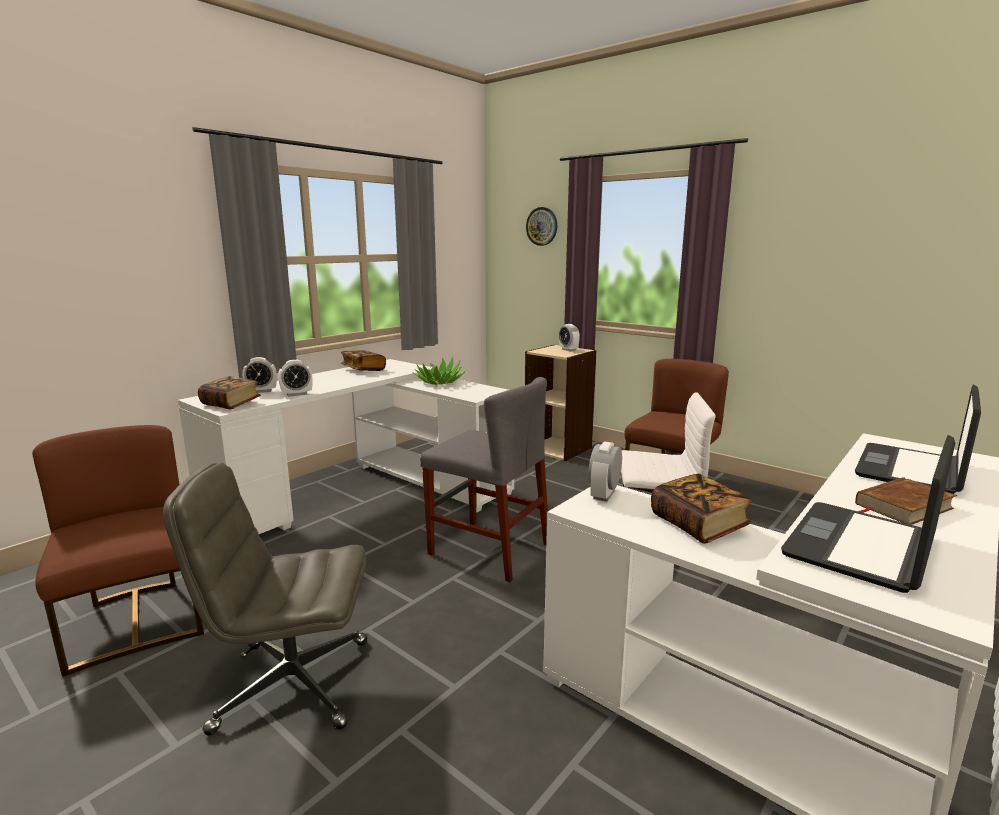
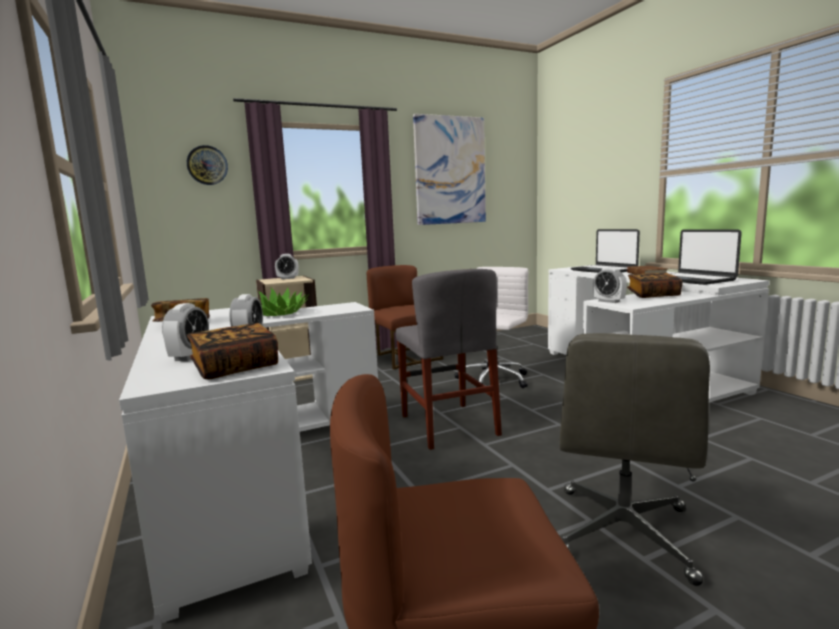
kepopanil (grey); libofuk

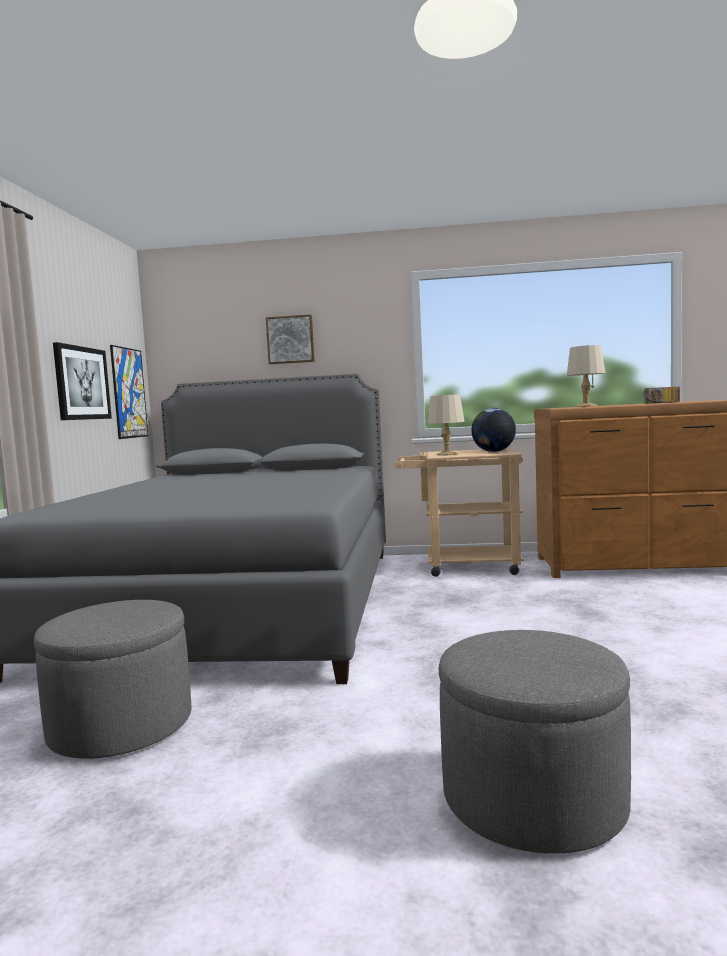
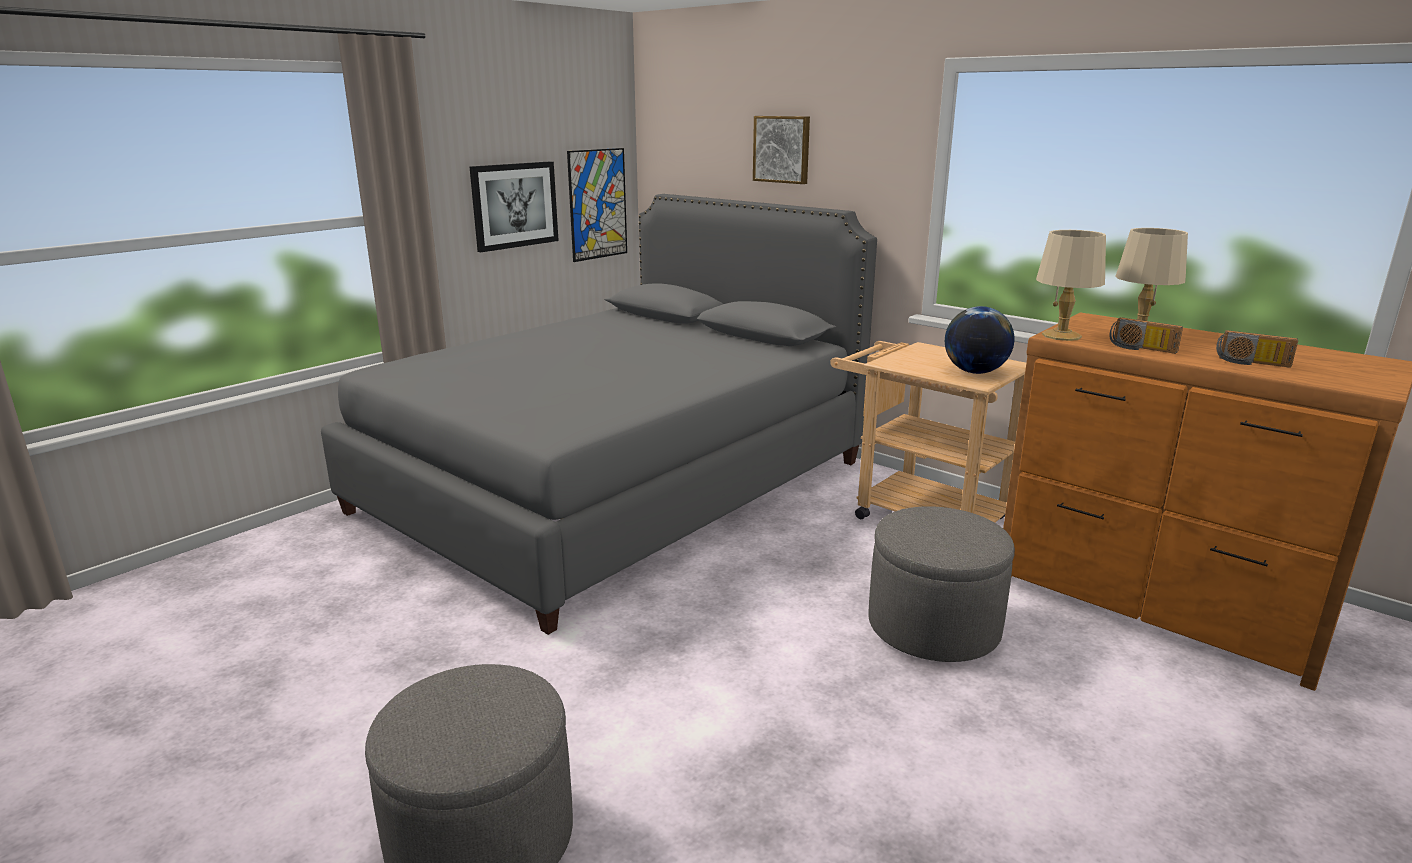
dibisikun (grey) (2nd from left); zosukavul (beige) (1st from left); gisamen (1st from left)

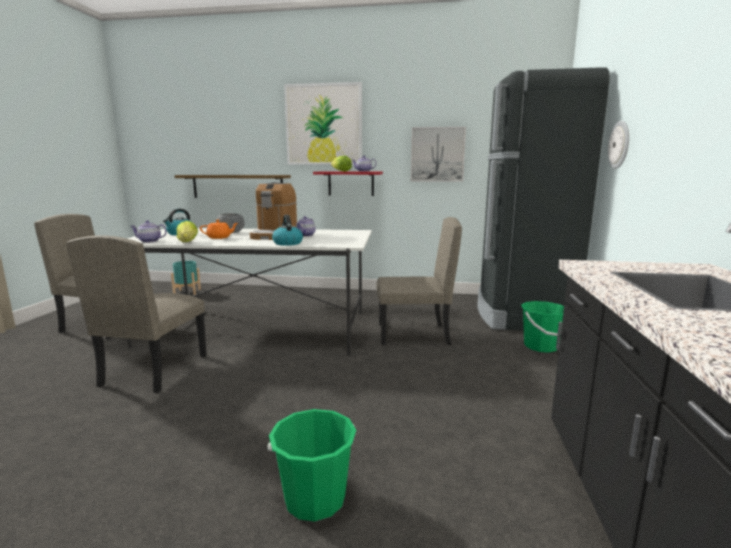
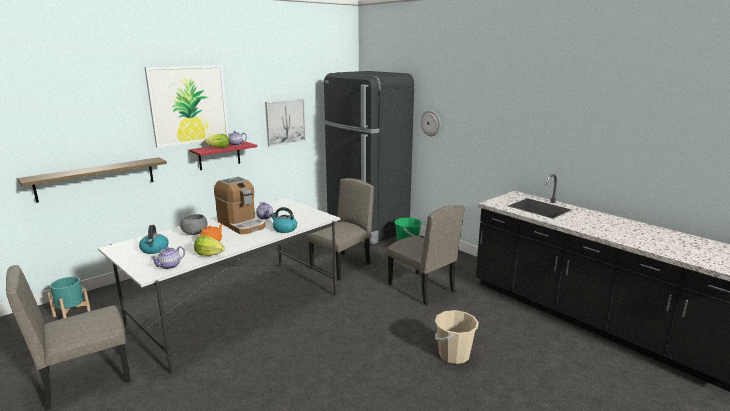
kepopanil (beige) (3rd from left); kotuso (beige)

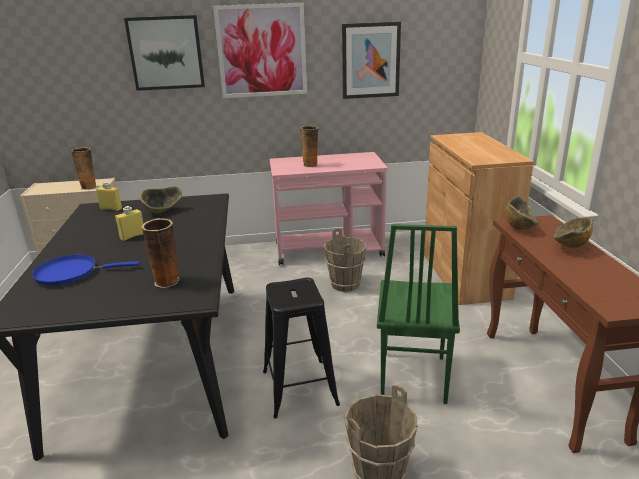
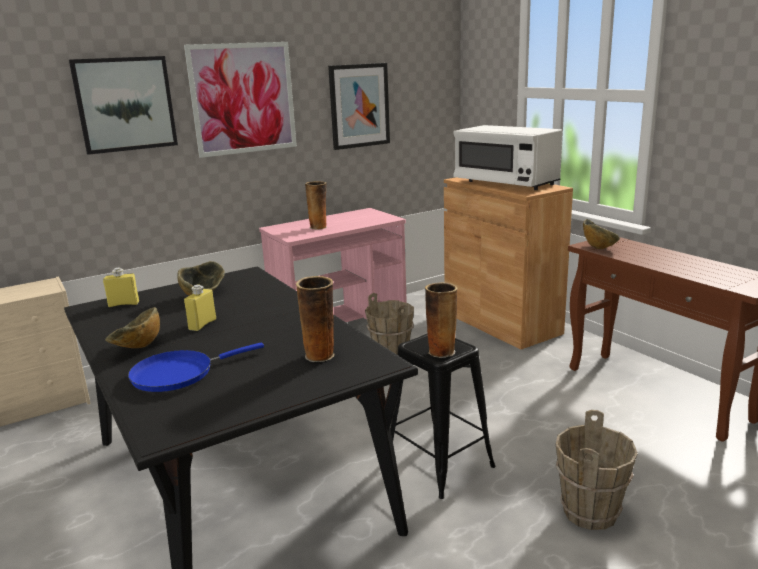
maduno (1st from left); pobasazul (3rd from left); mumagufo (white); kepopanil (green)

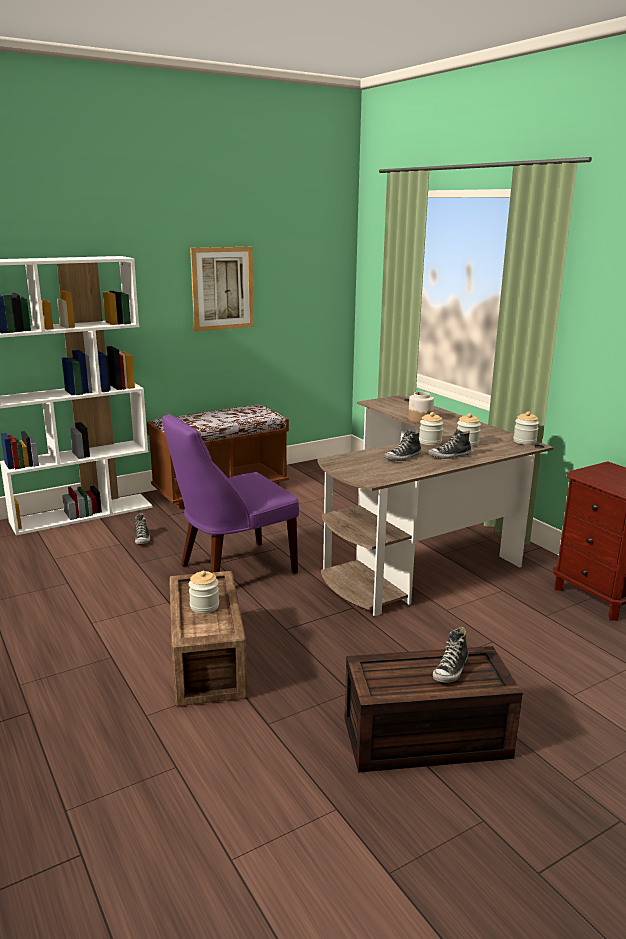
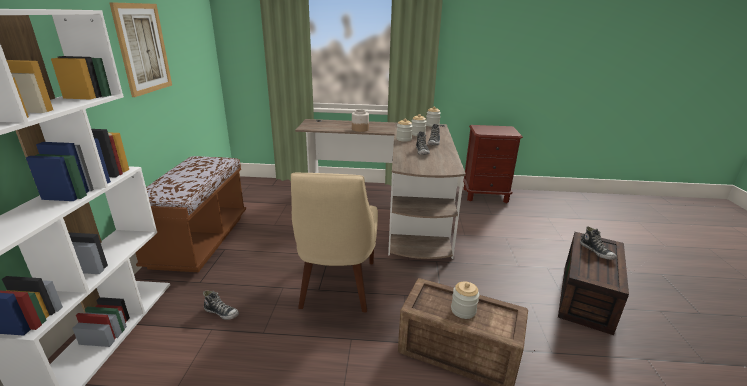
kepopanil (beige)

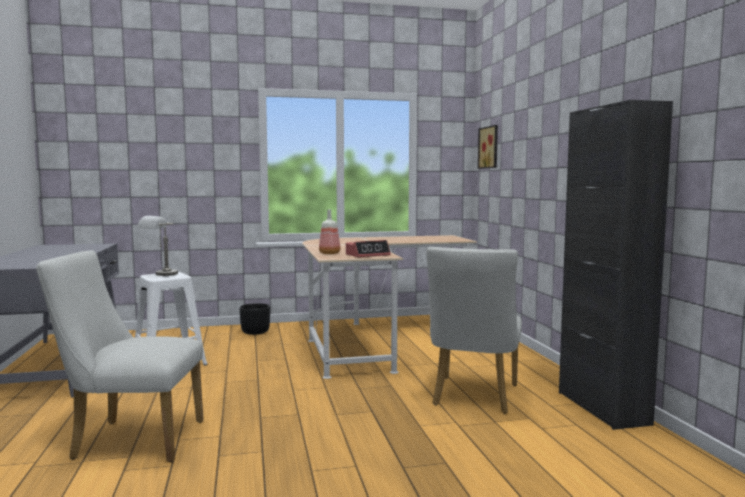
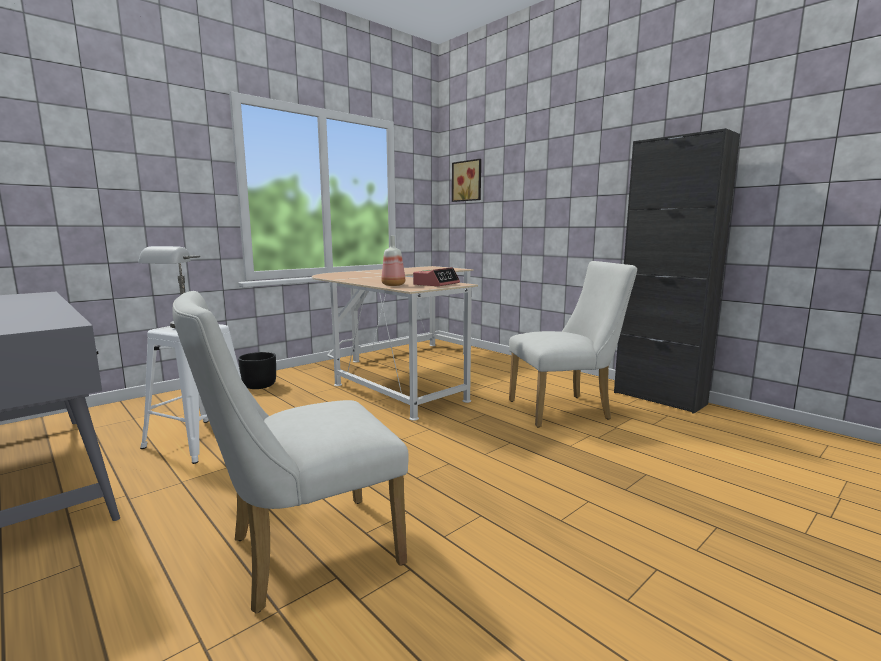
kepopanil (white) (2nd from left)

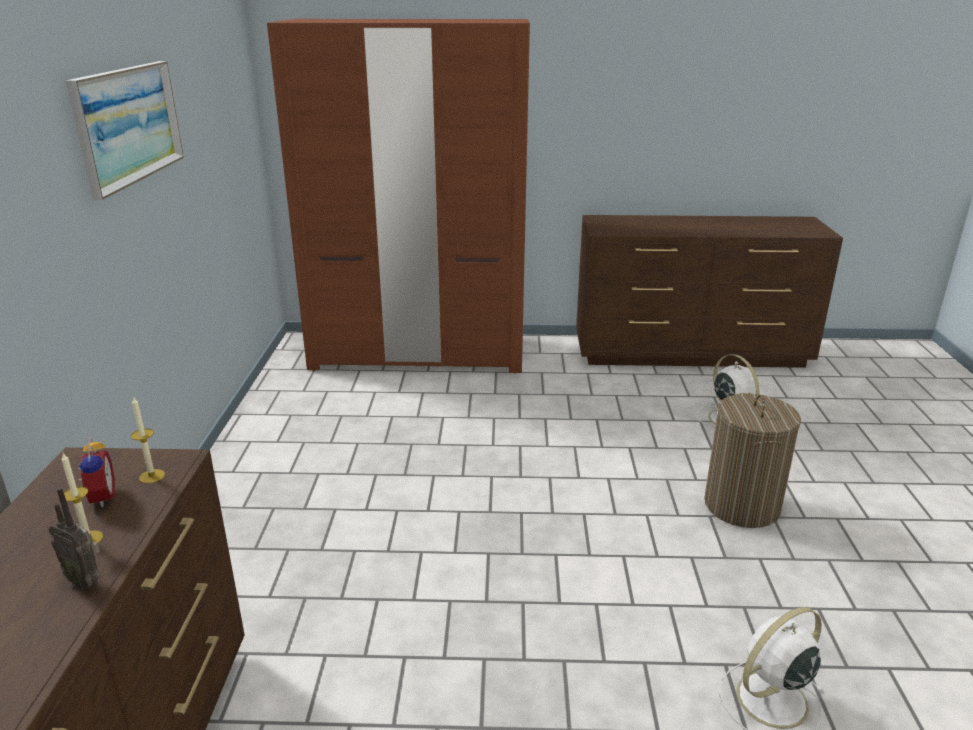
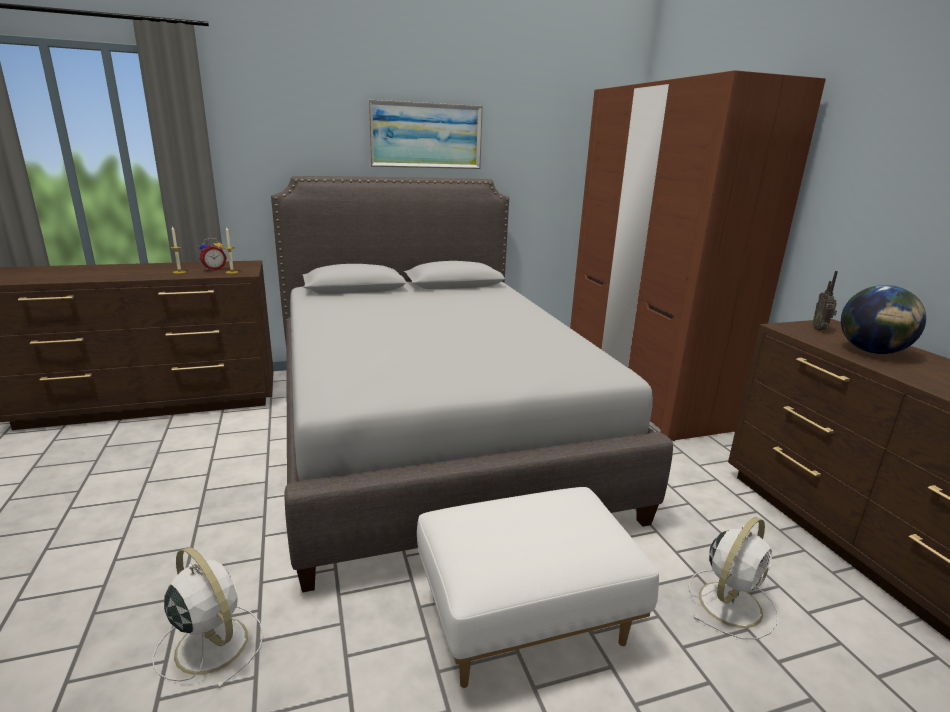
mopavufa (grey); dibisikun (white); gisamen; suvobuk

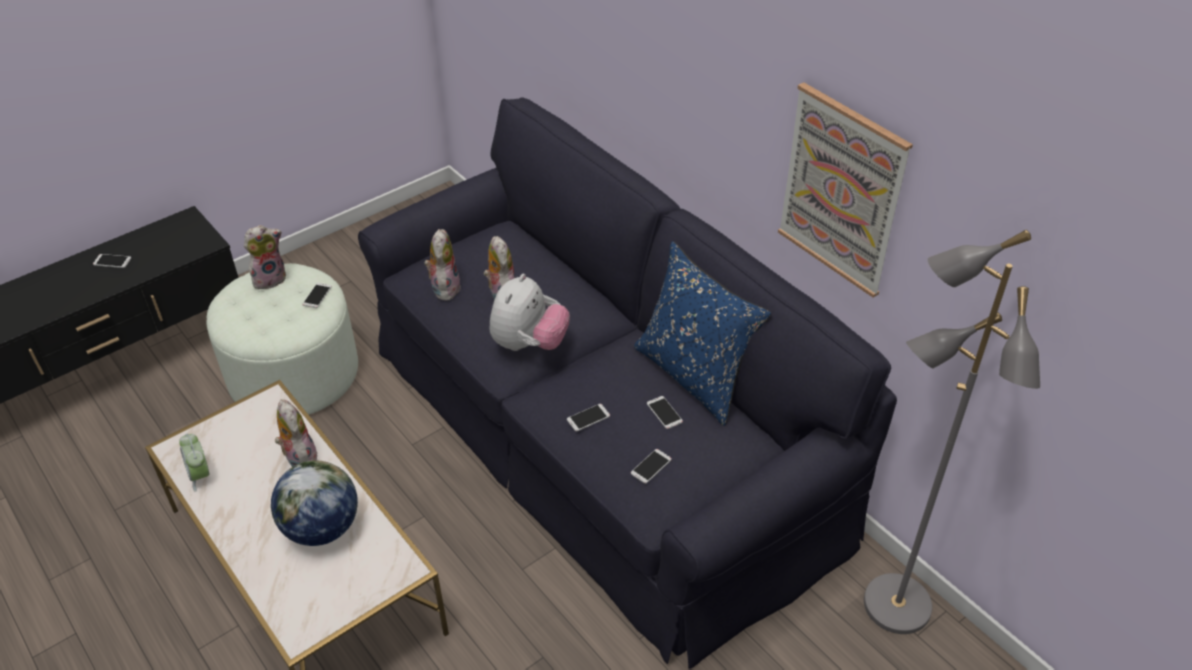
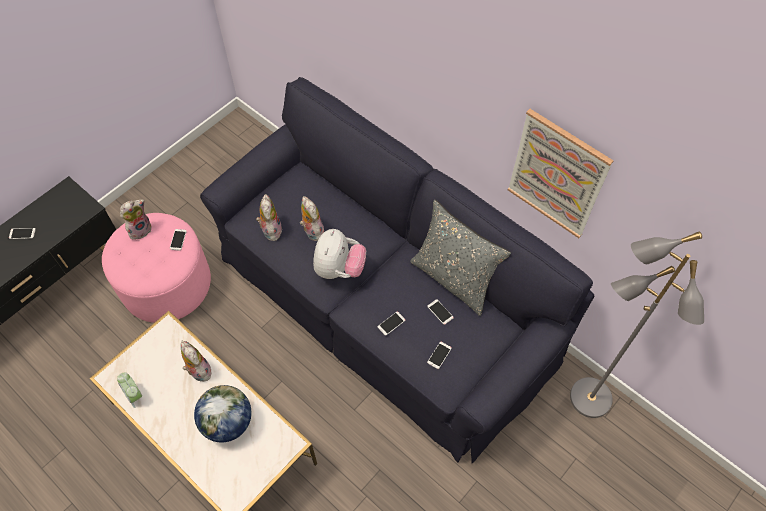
dibisikun (pink); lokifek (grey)

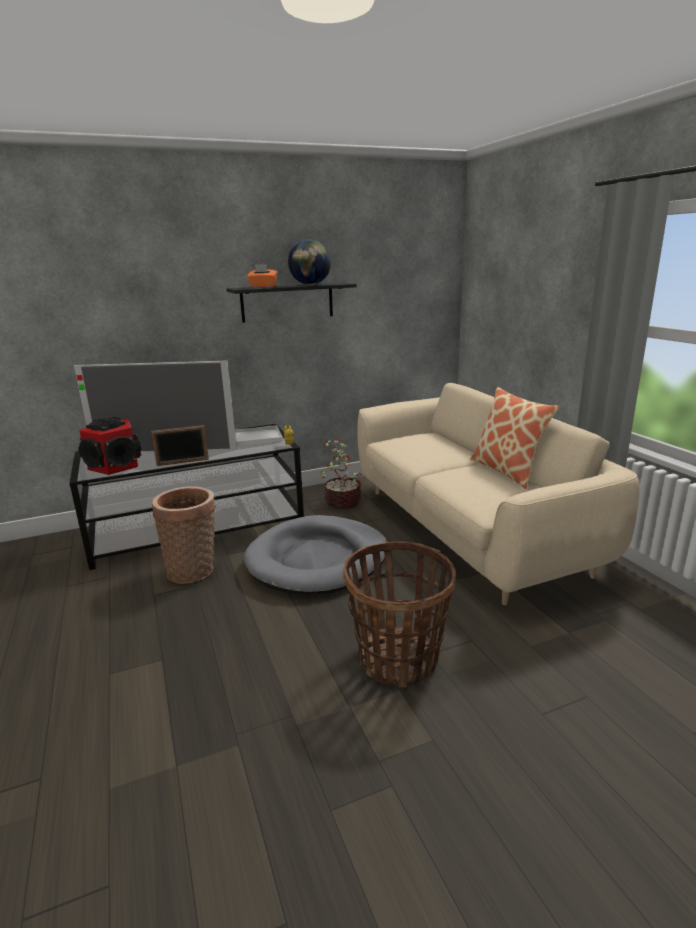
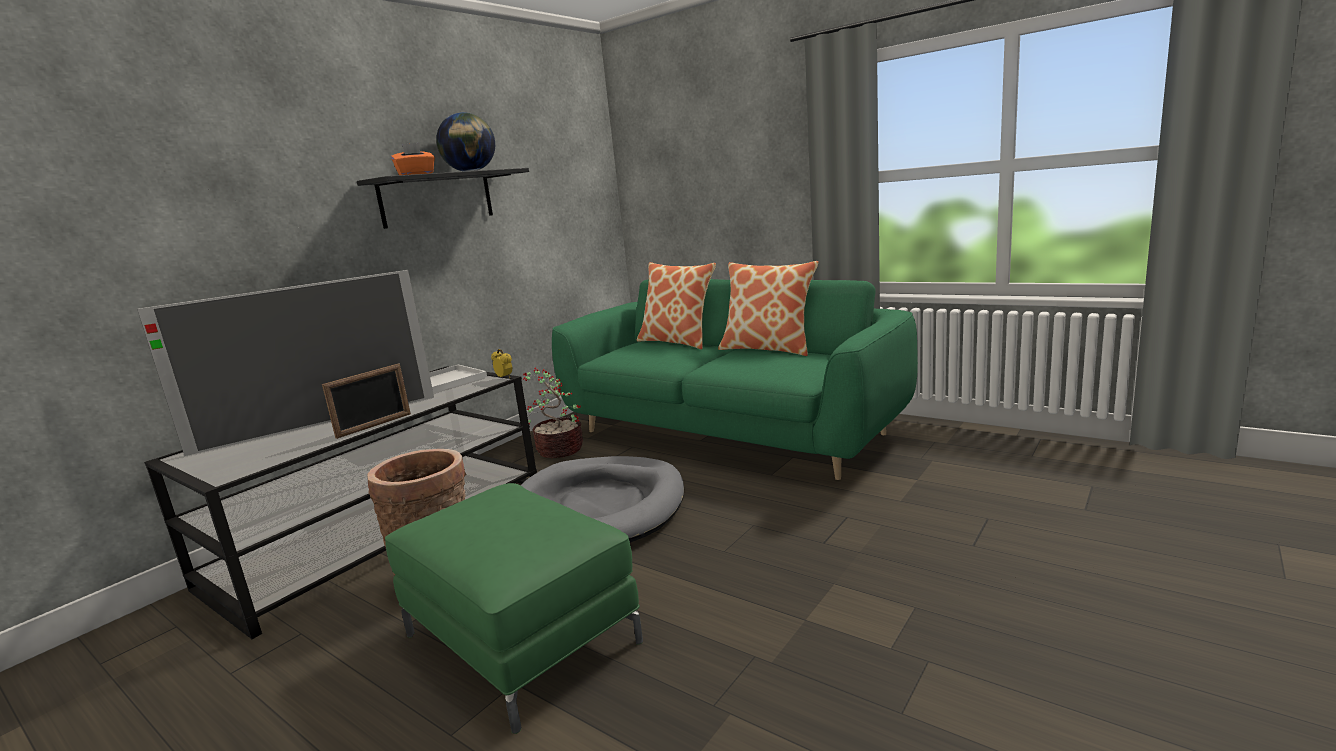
dibisikun (green); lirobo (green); lokifek (1st from left); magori; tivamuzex (2nd from left in the first image)

